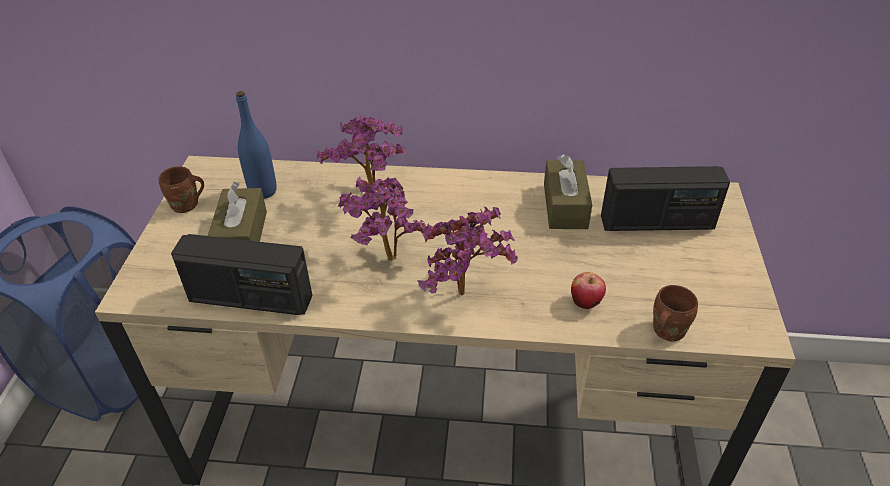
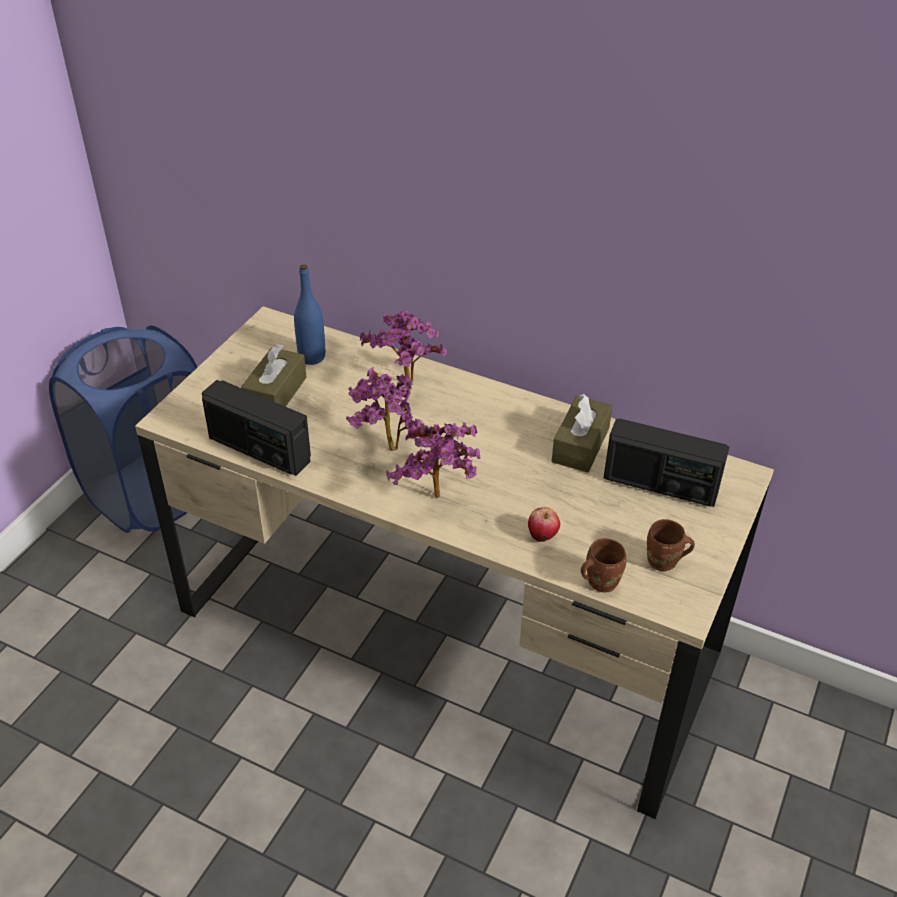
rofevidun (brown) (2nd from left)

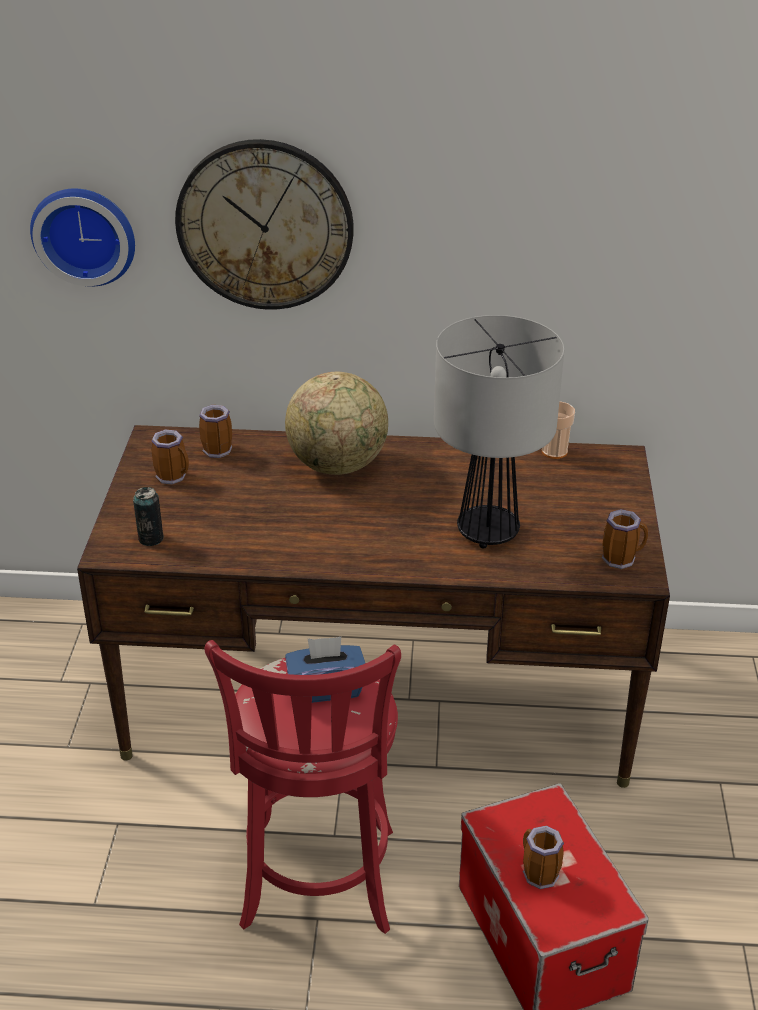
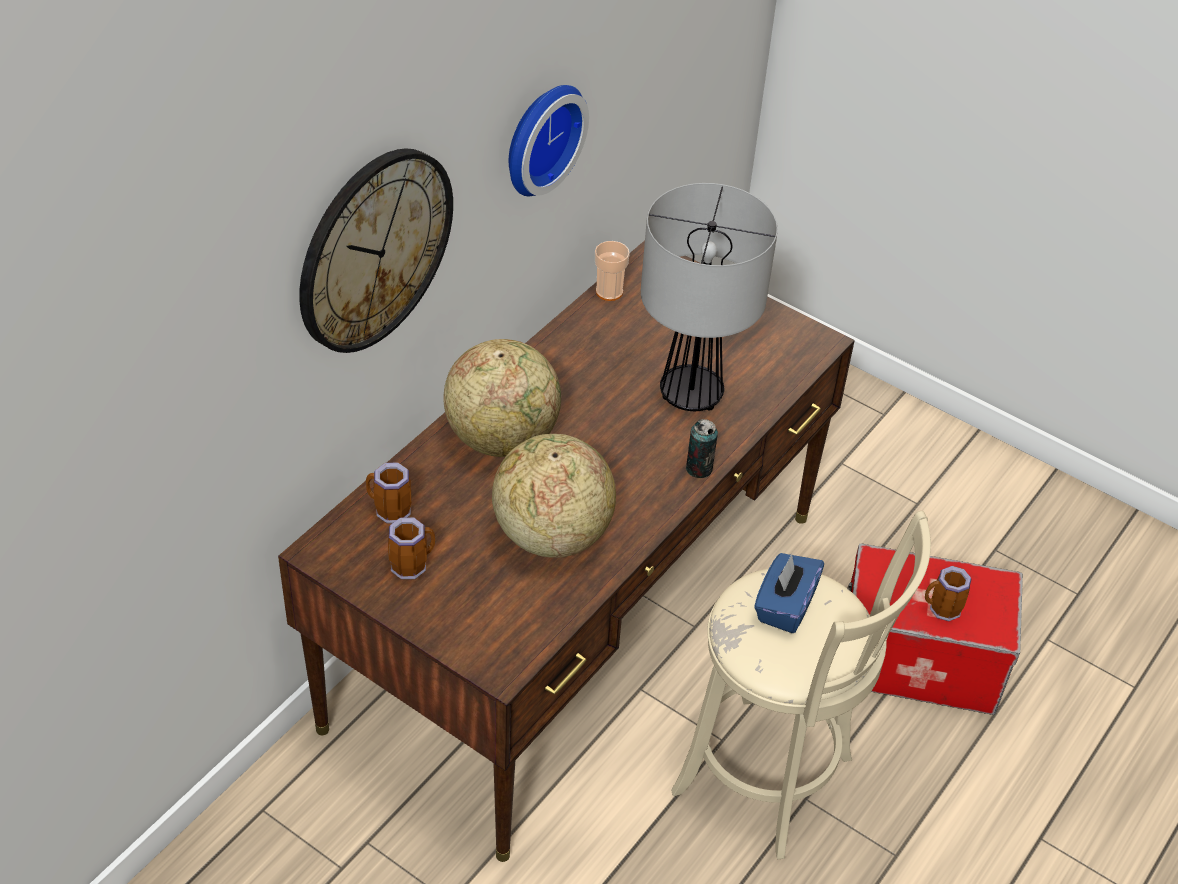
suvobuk (2nd from left); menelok (2nd from left); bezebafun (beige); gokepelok; rofevidun (4th from left in the first image)

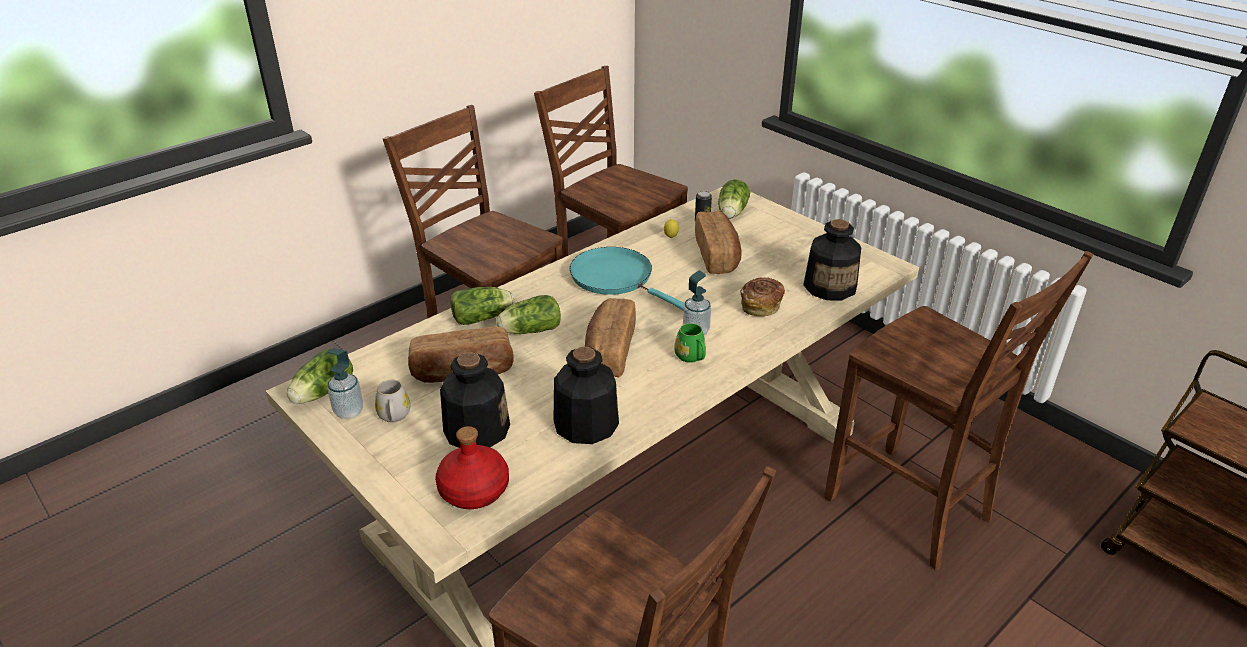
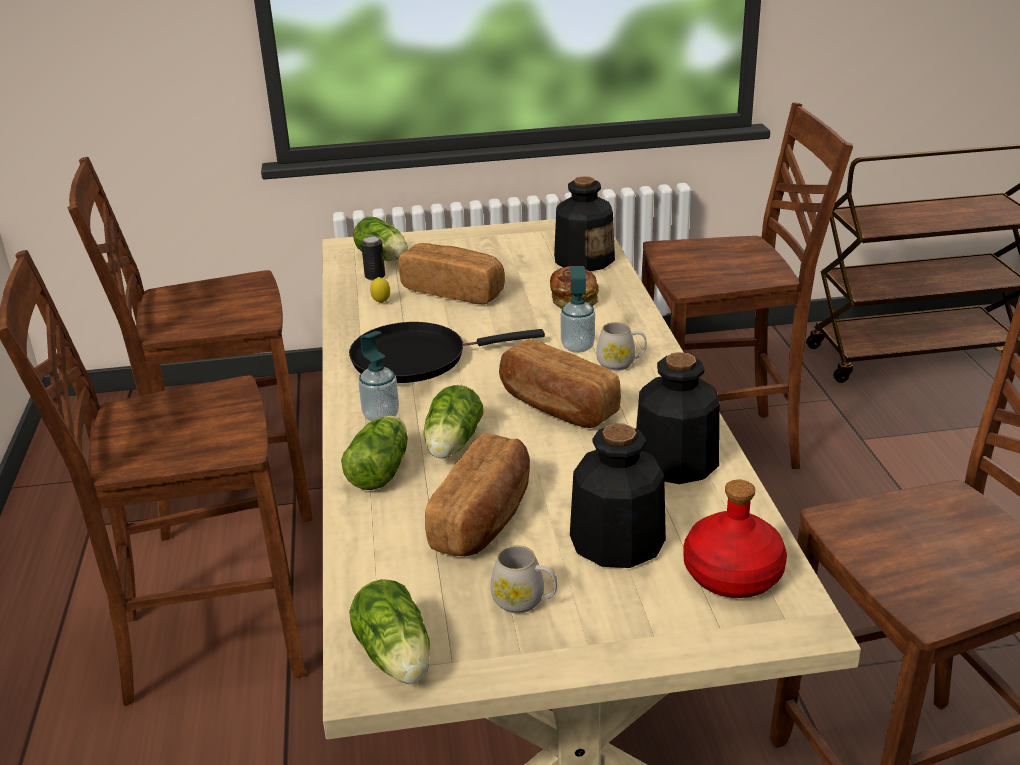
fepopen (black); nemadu (1st from left); rofevidun (white) (2nd from left)

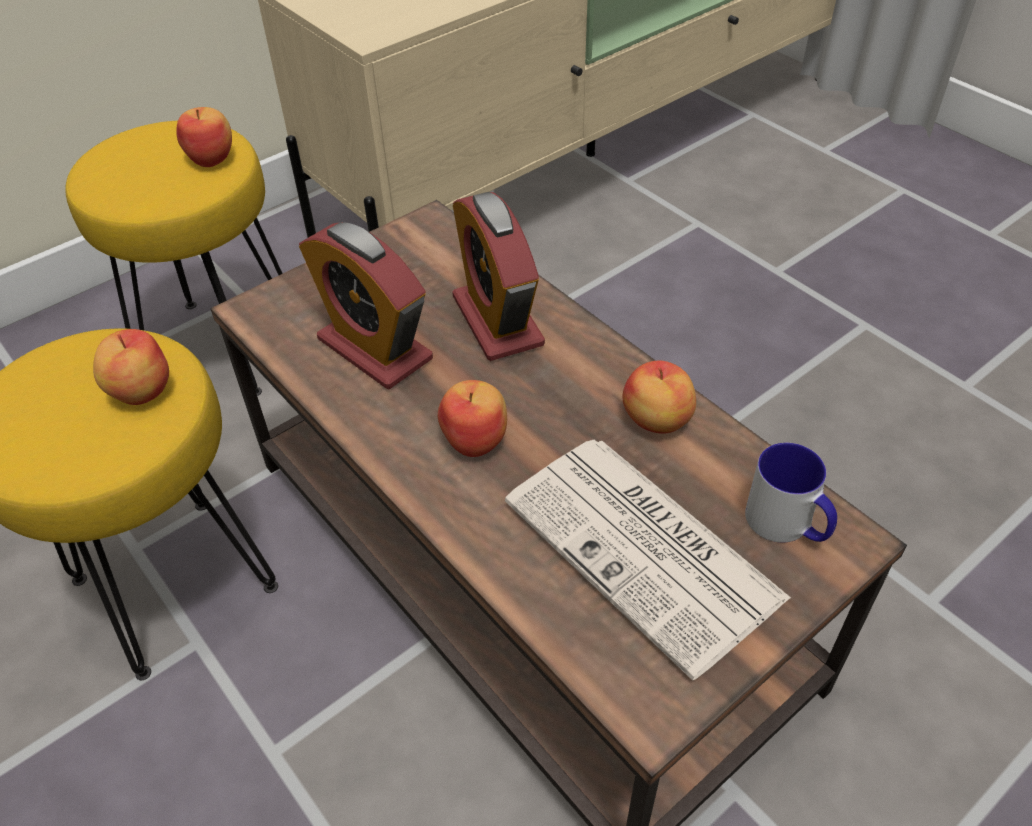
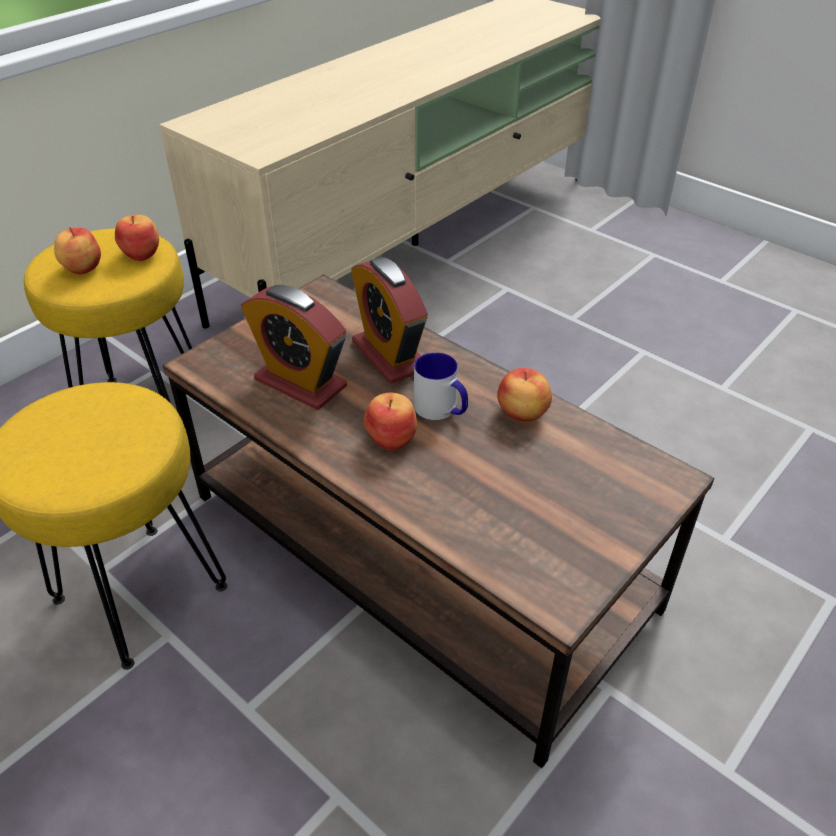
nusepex (1st from left); rofevidun; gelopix

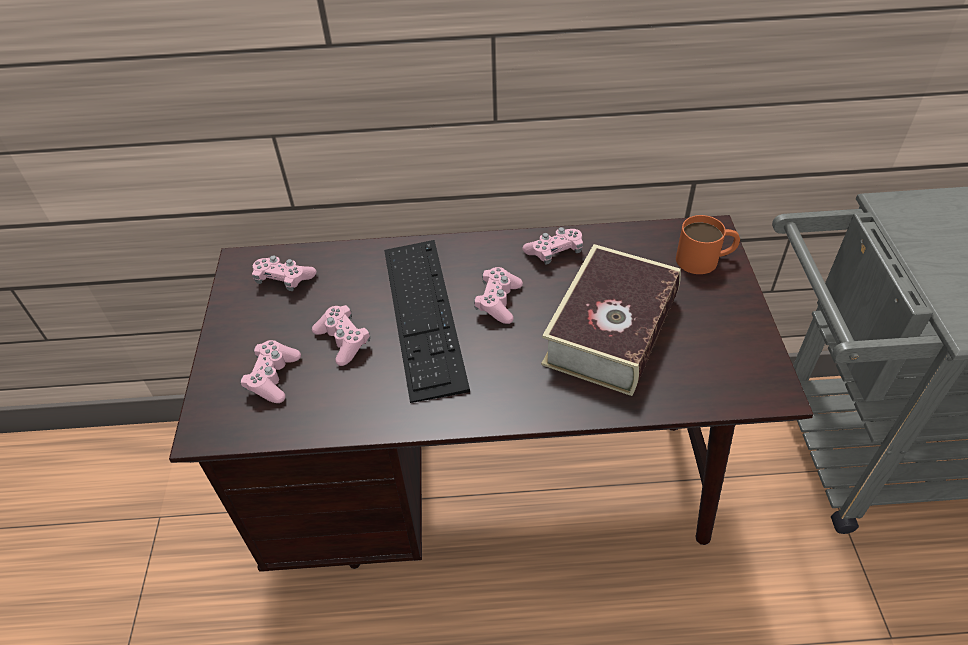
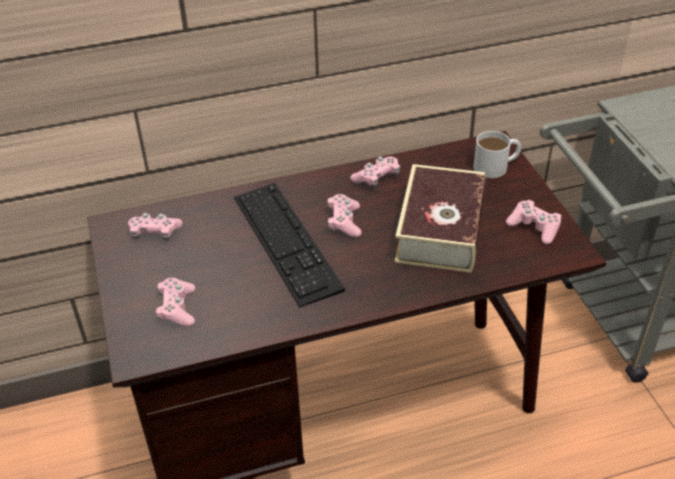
rofevidun (white); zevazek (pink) (5th from left)

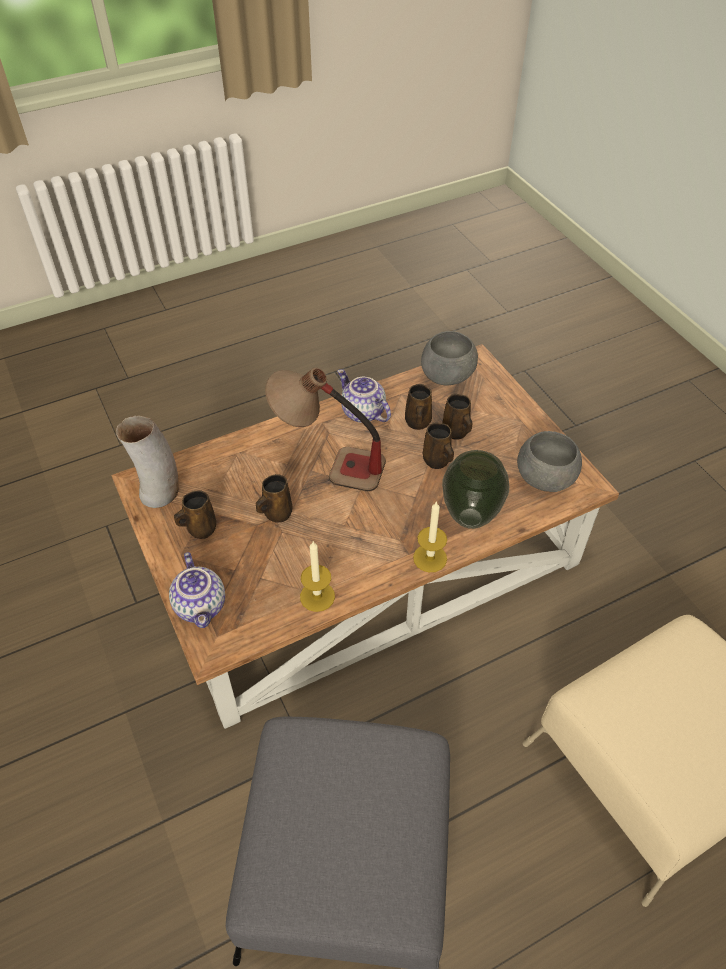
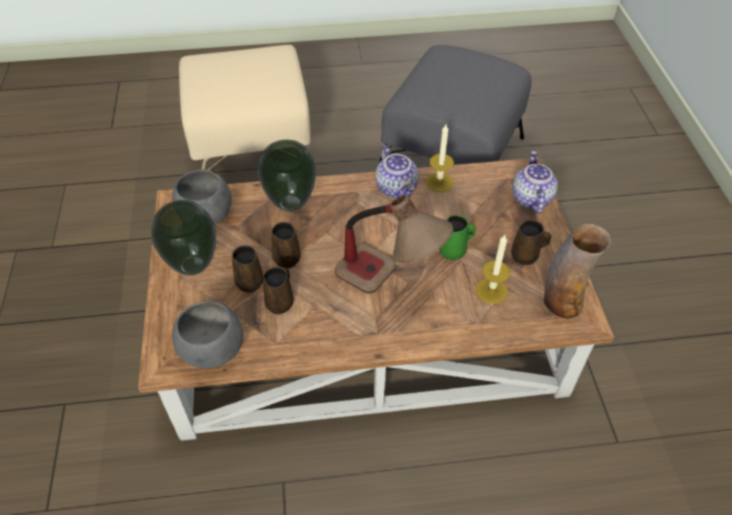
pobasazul (1st from left); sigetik (1st from left); rofevidun (green); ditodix (2nd from left)

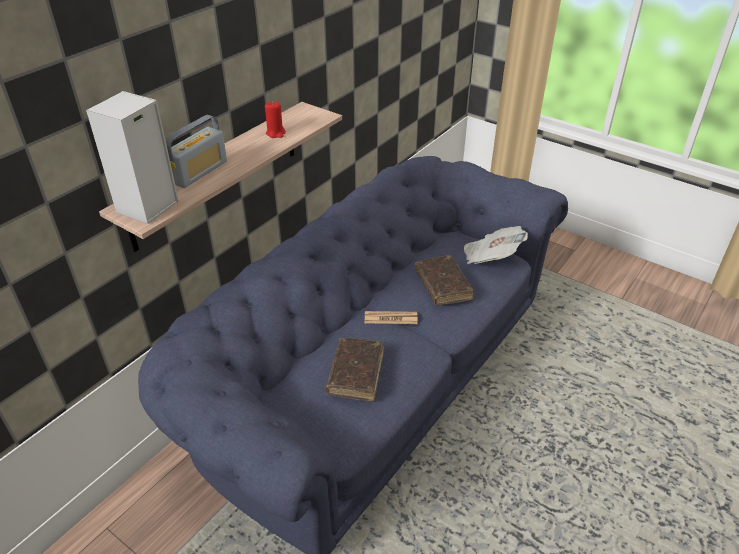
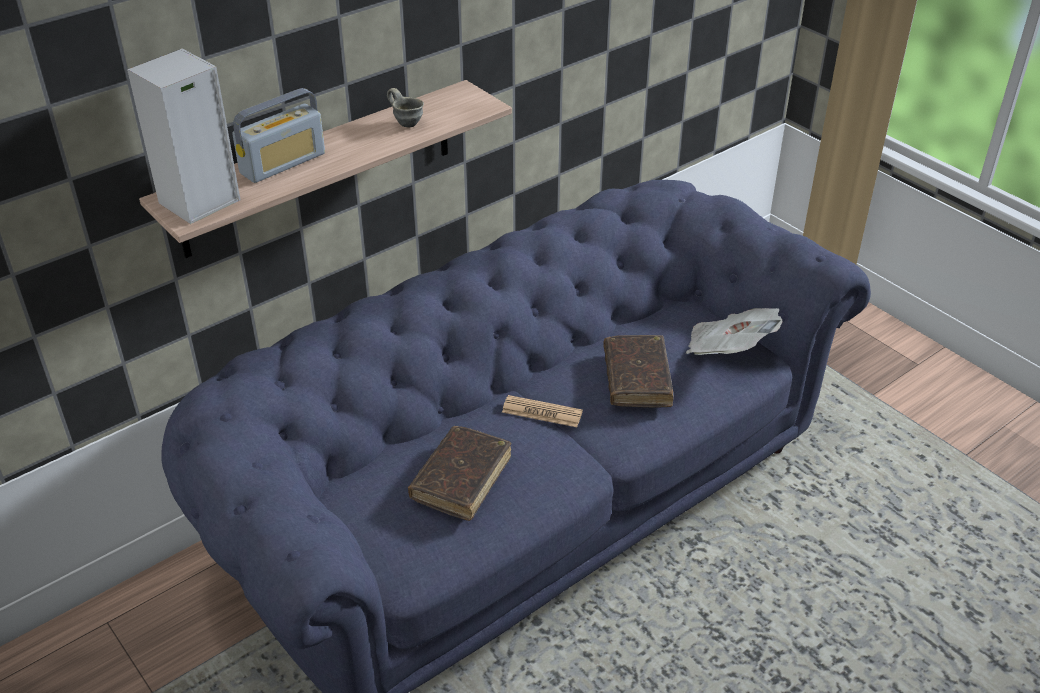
rofevidun (grey)

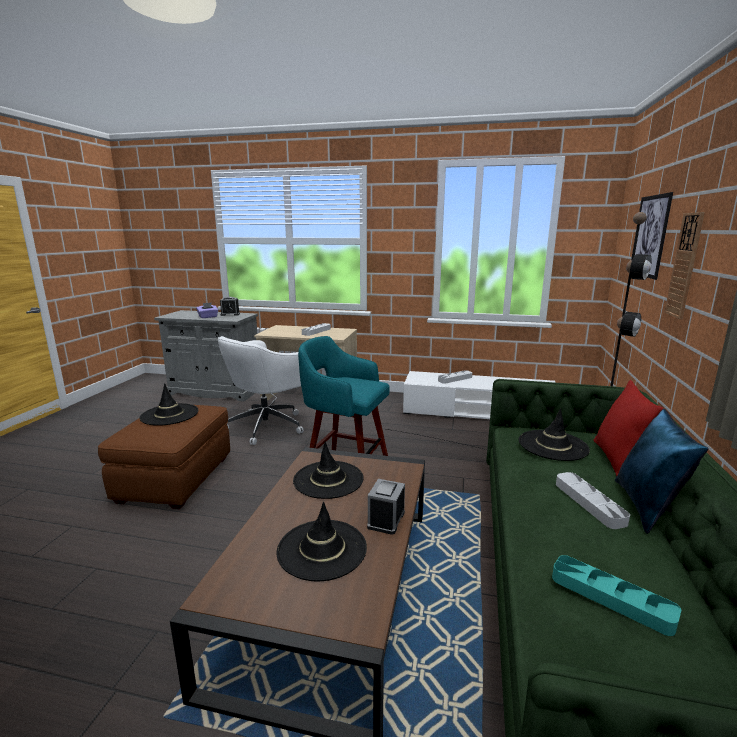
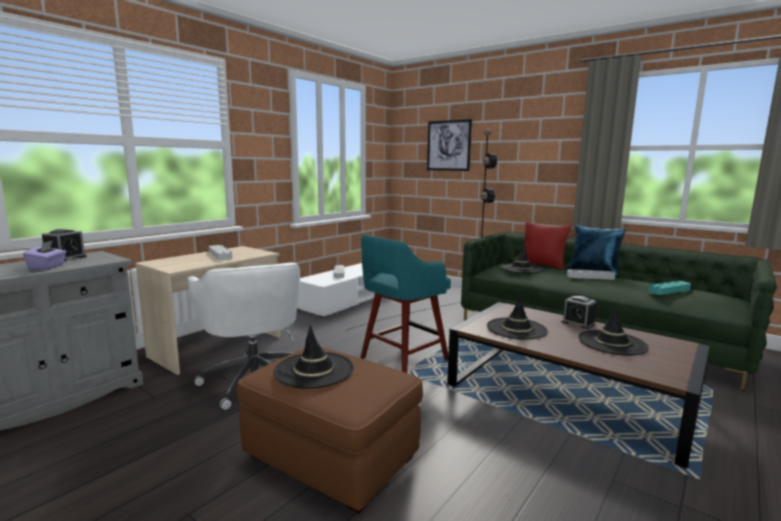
menelok

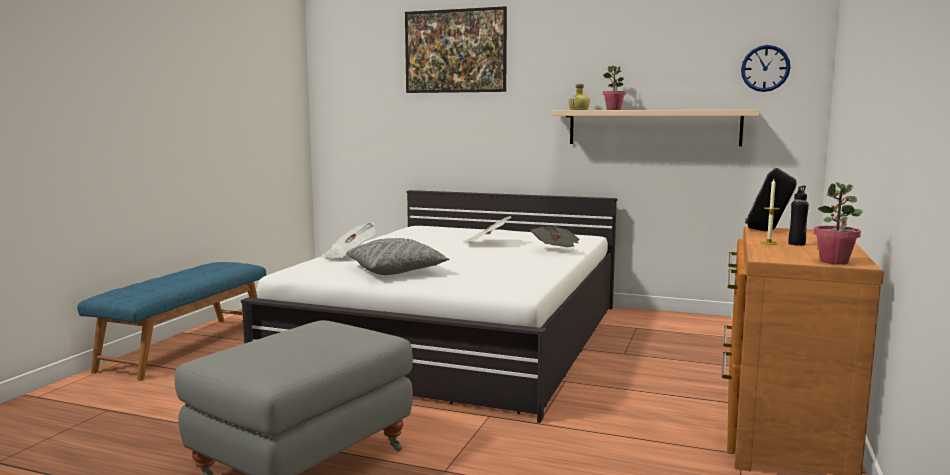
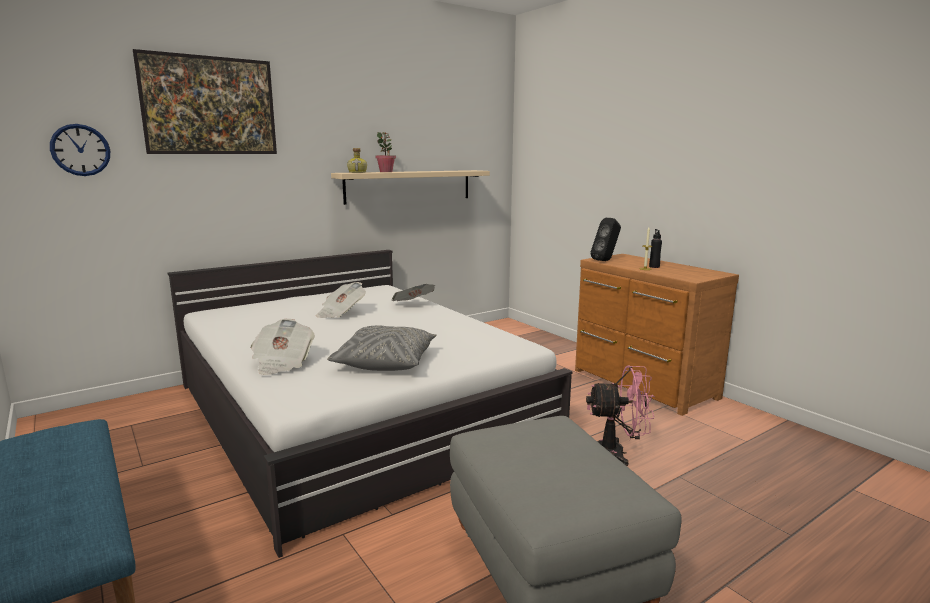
menelok; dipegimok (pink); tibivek (2nd from left in the first image)

